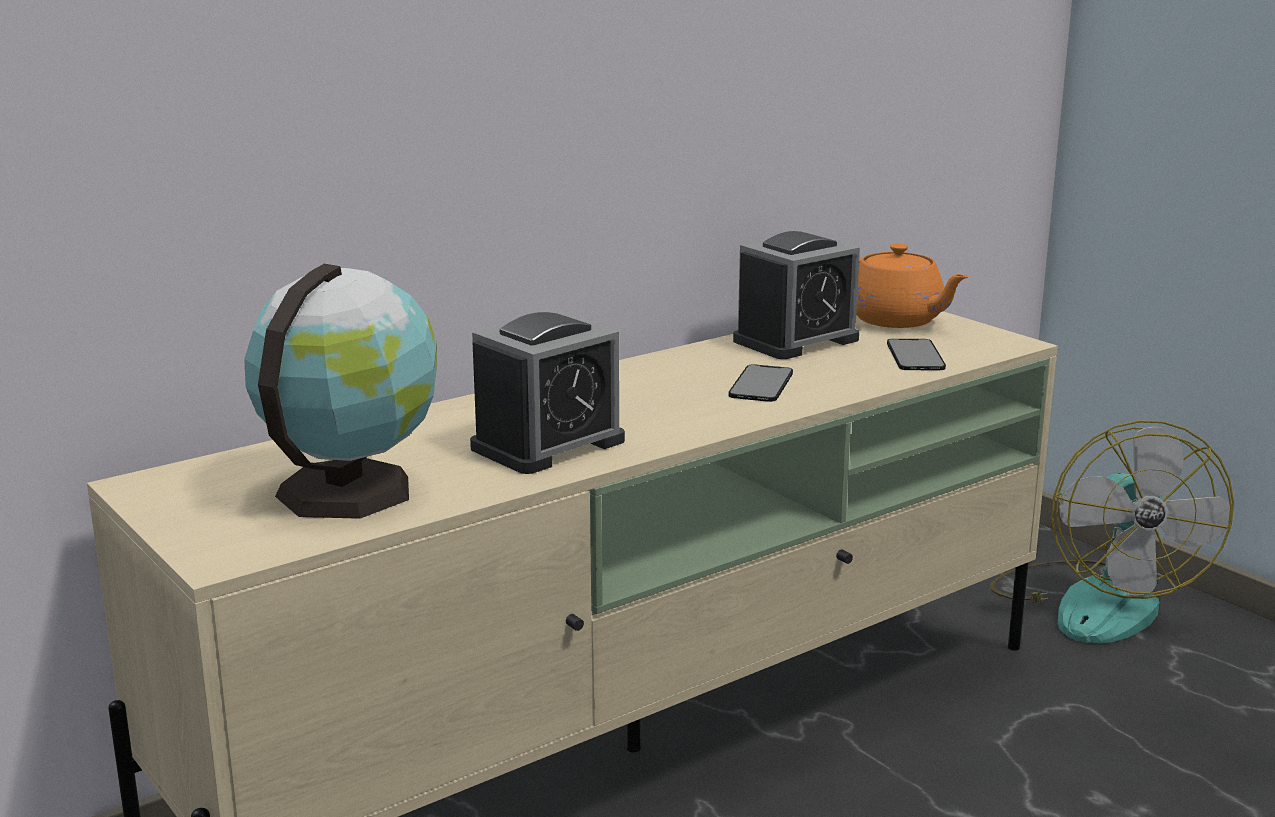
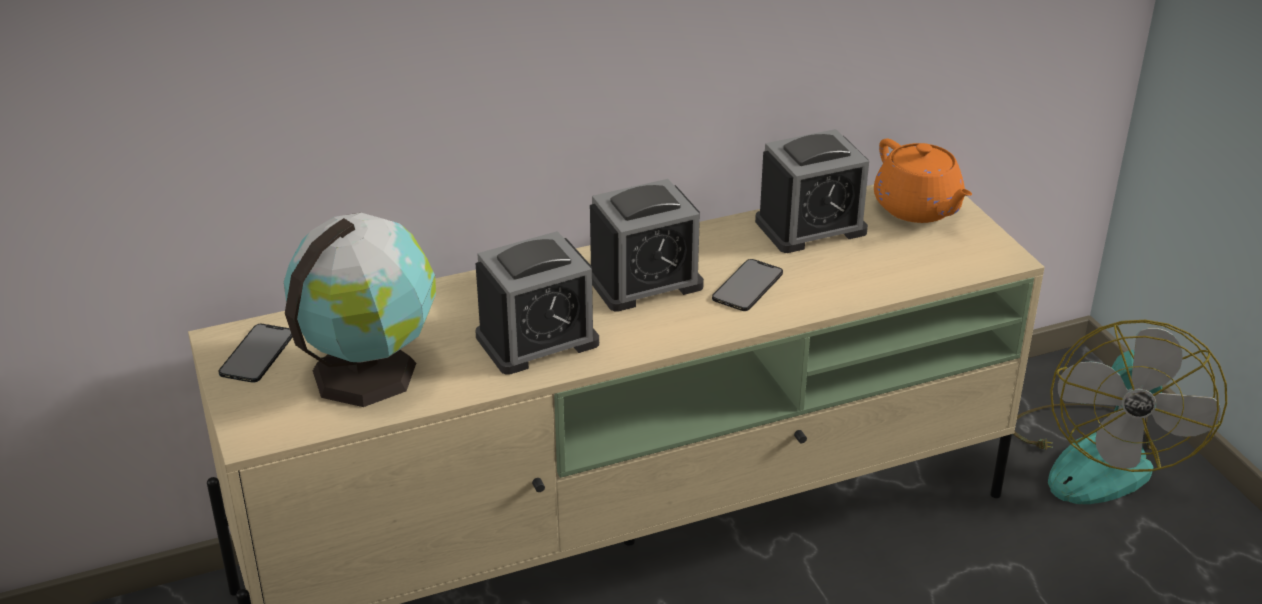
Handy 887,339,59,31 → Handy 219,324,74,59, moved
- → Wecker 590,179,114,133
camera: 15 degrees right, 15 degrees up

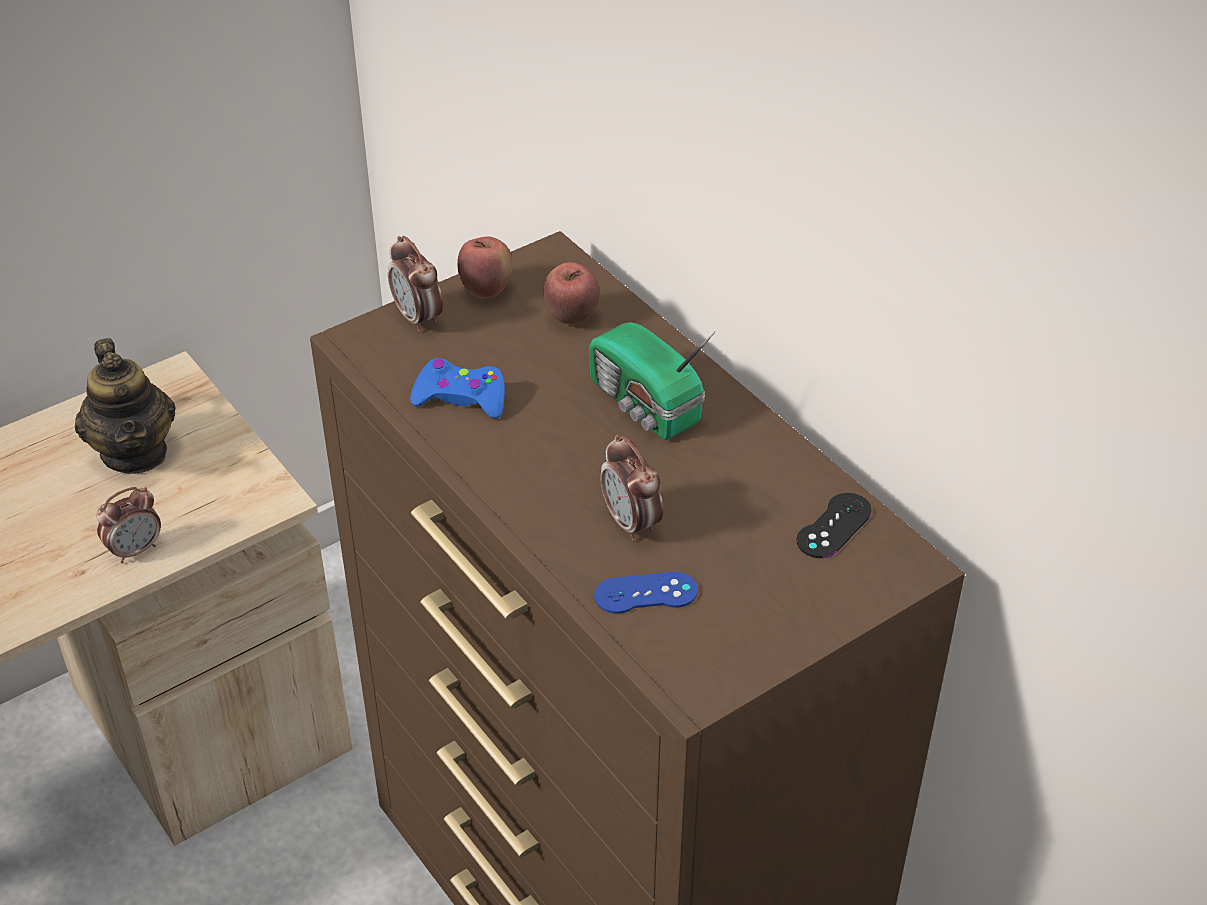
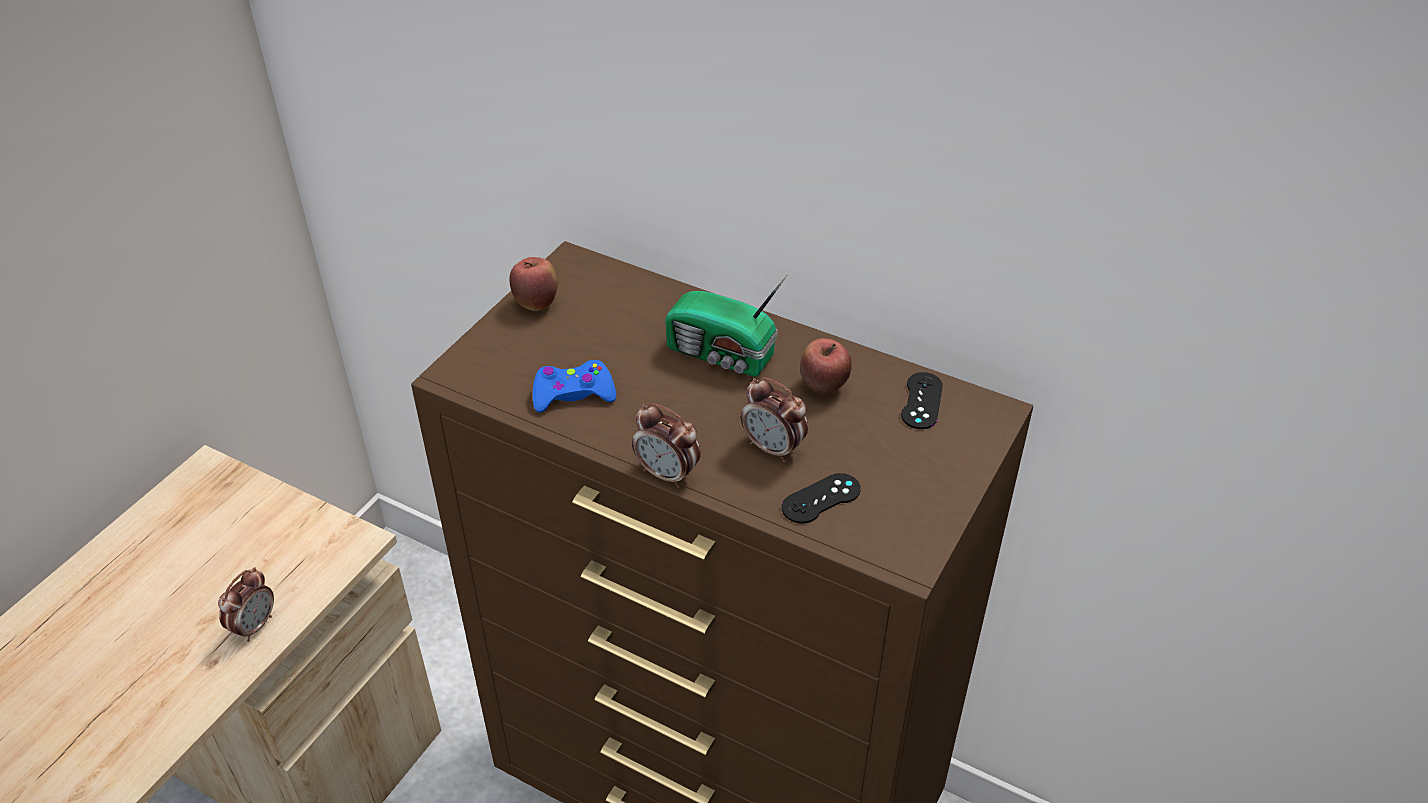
Teekanne 75,338,101,136 → -
Wecker 388,236,55,96 → Wecker 632,403,69,85, moved
Apfel 543,262,56,62 → Apfel 800,338,52,56, moved
Gamepad/blau 594,572,104,42 → Gamepad/schwarz 782,473,79,51
camera: 25 degrees left, 0 degrees up

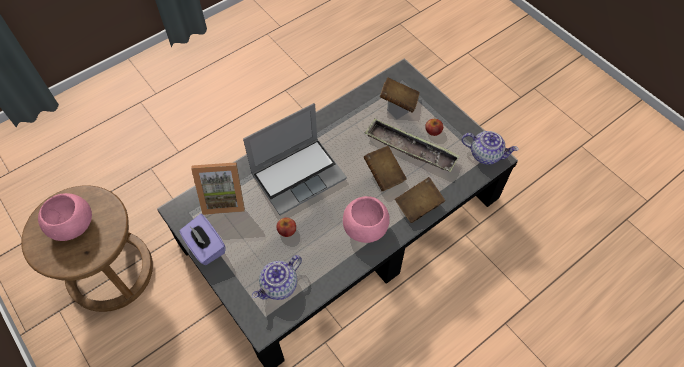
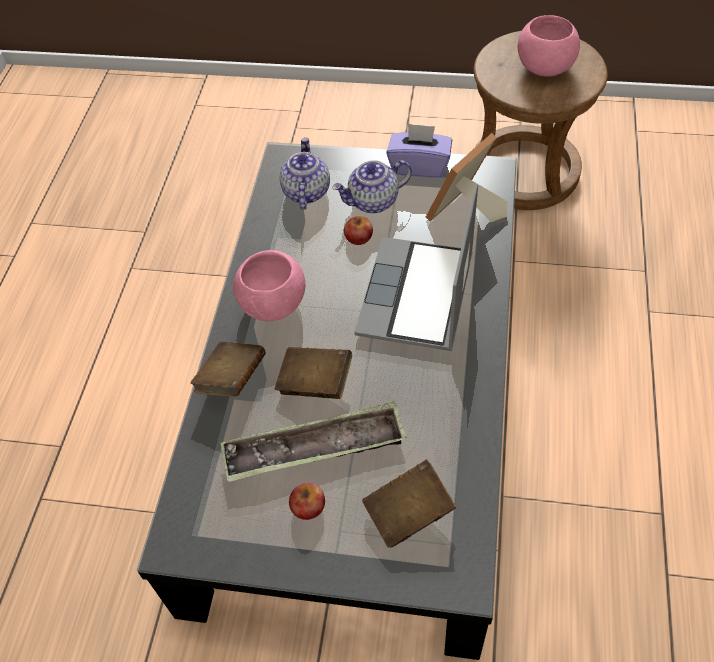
Teekanne 461,131,58,34 → Teekanne 332,160,80,53, moved
camera: 140 degrees right, 5 degrees down

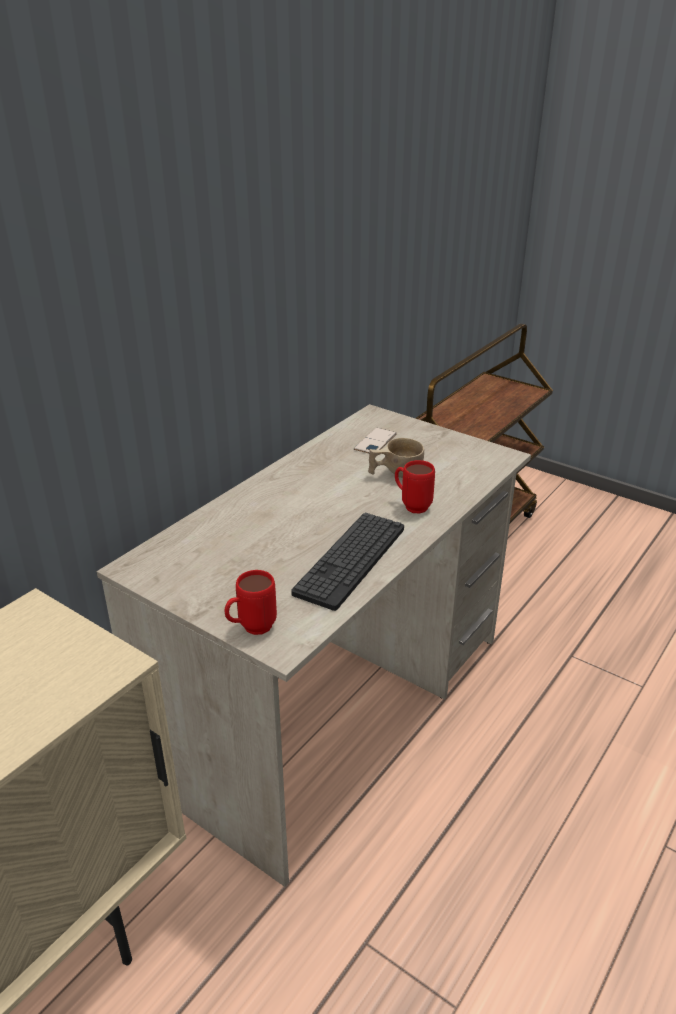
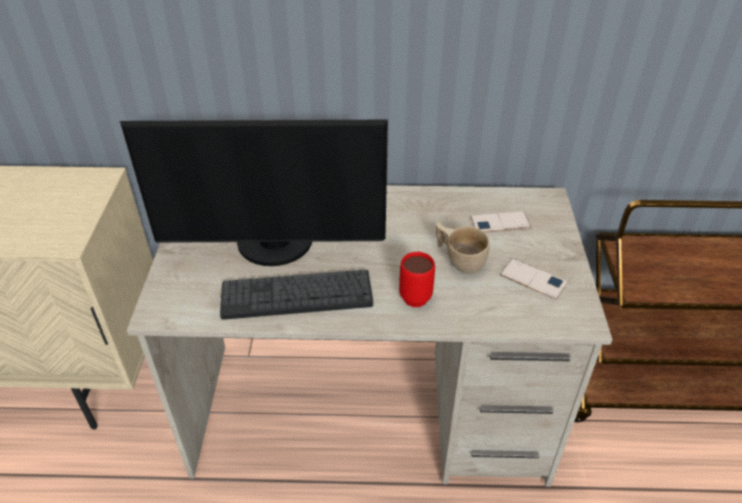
Henkelbecher/rot 224,570,53,65 → -
- → Monitor 120,120,268,146
- → Handy 500,258,68,41
camera: 55 degrees right, 10 degrees up

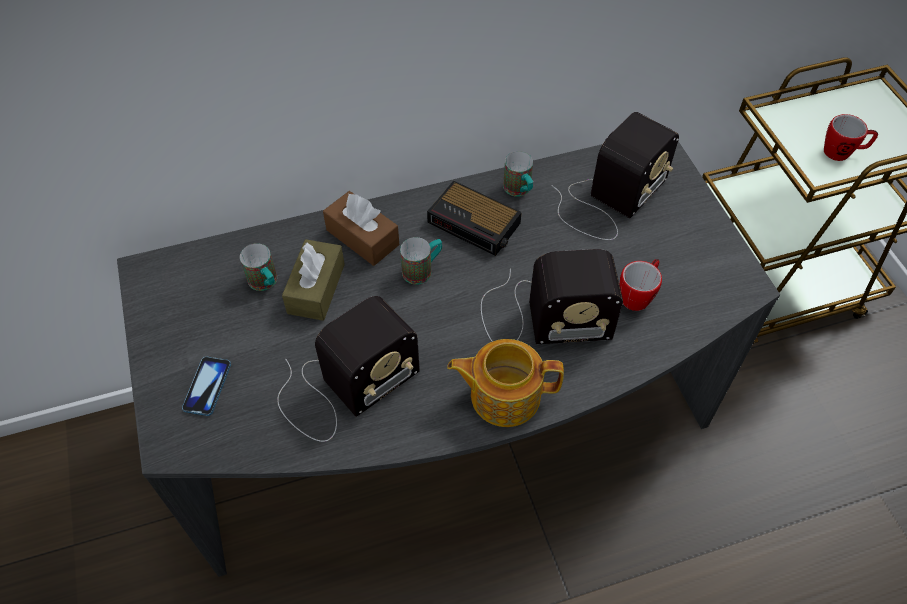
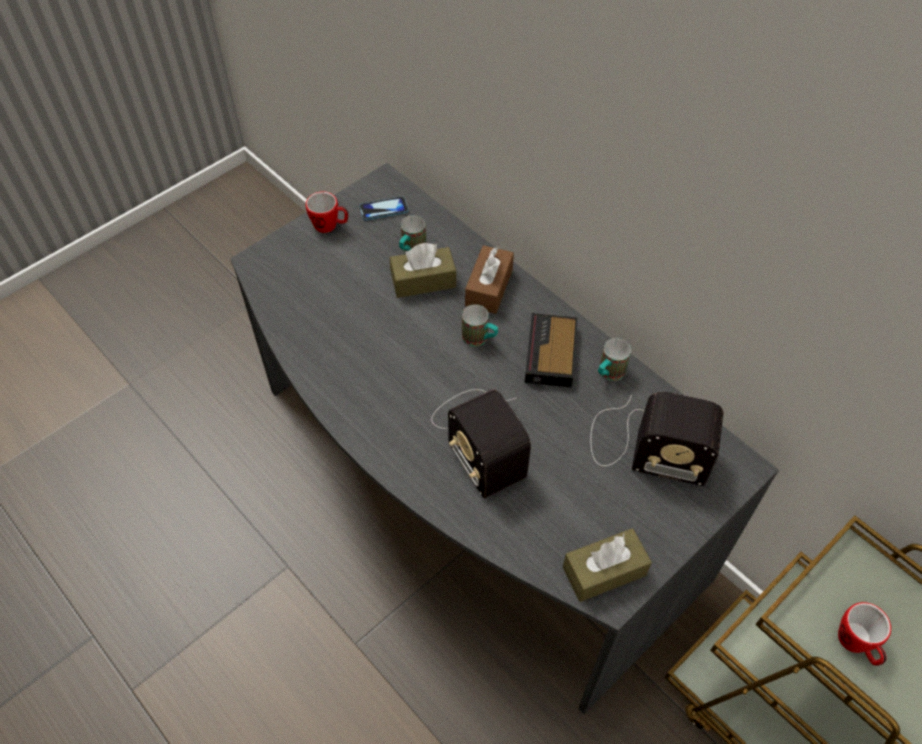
Handy 182,356,49,60 → Handy 359,196,49,25, moved
Radio 277,296,143,146 → -
Teekanne 447,339,117,88 → -
Henkelbecher 620,259,42,52 → Henkelbecher 306,192,42,41, moved
- → Taschentuchbox/braun 563,528,89,74
camera: 65 degrees right, 0 degrees up

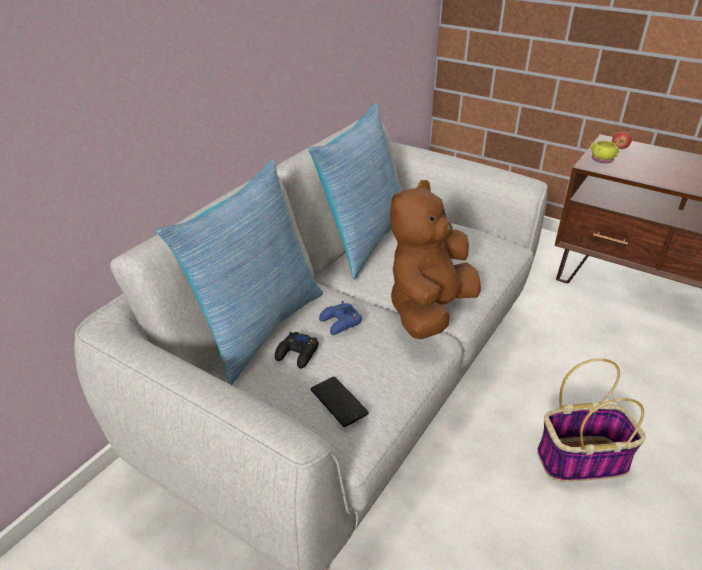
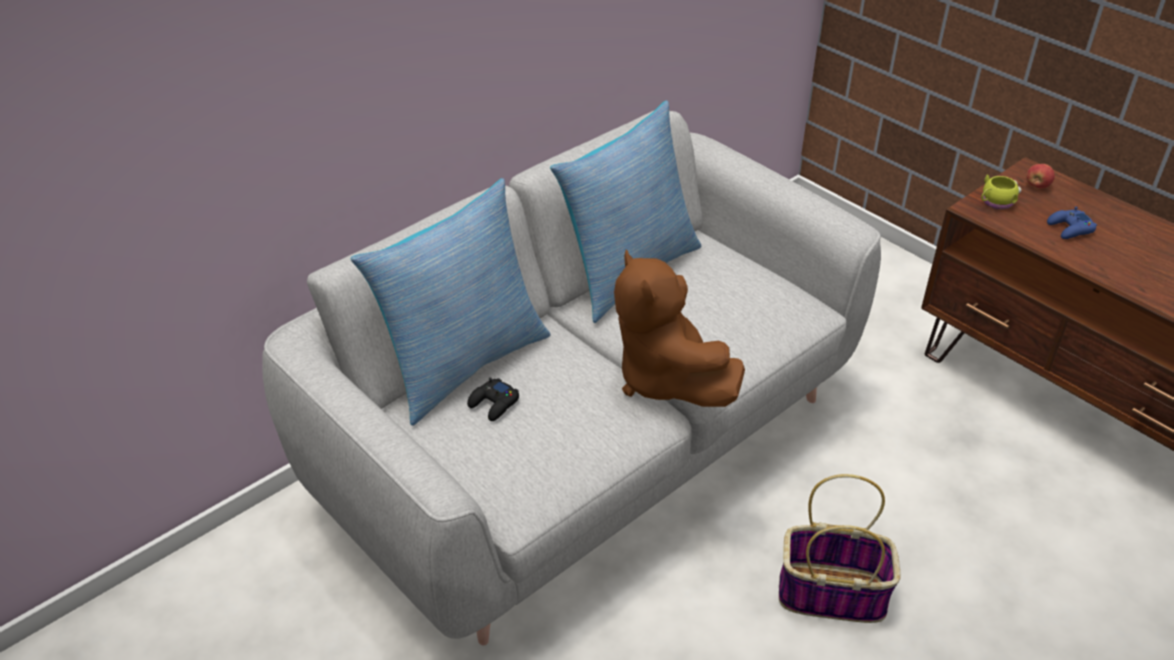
Handy 311,377,58,50 → -
Gamepad/blau 319,301,43,34 → Gamepad/blau 1047,207,50,32, moved
Plüschtier/braun 390,180,91,159 → Plüschtier/braun 614,249,131,158, 75 degrees counterclockwise
camera: 15 degrees right, 5 degrees up

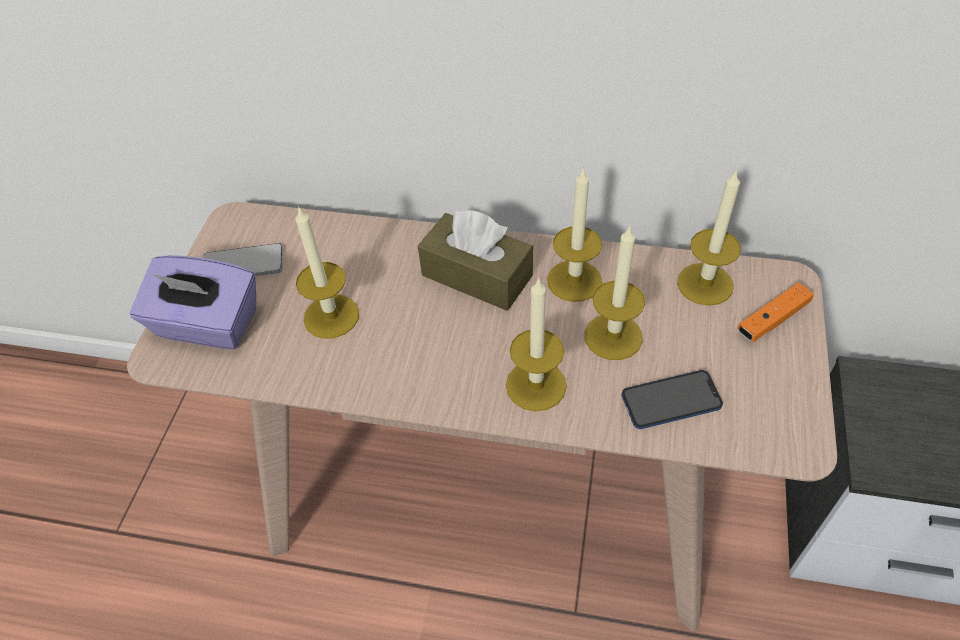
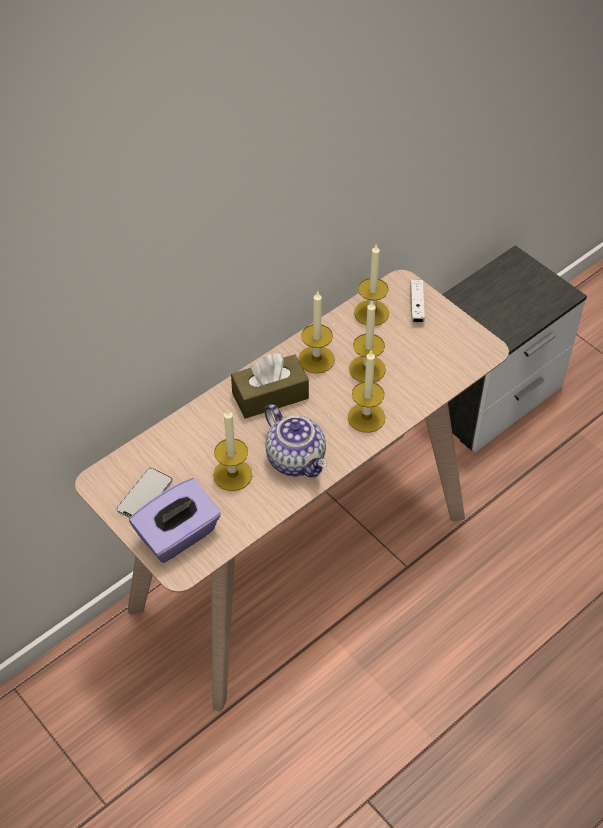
Handy 622,370,101,59 → -
Gamepad/orange 737,283,77,59 → Gamepad/weiß 411,280,14,43
- → Teekanne 265,404,63,73
camera: 55 degrees left, 0 degrees up

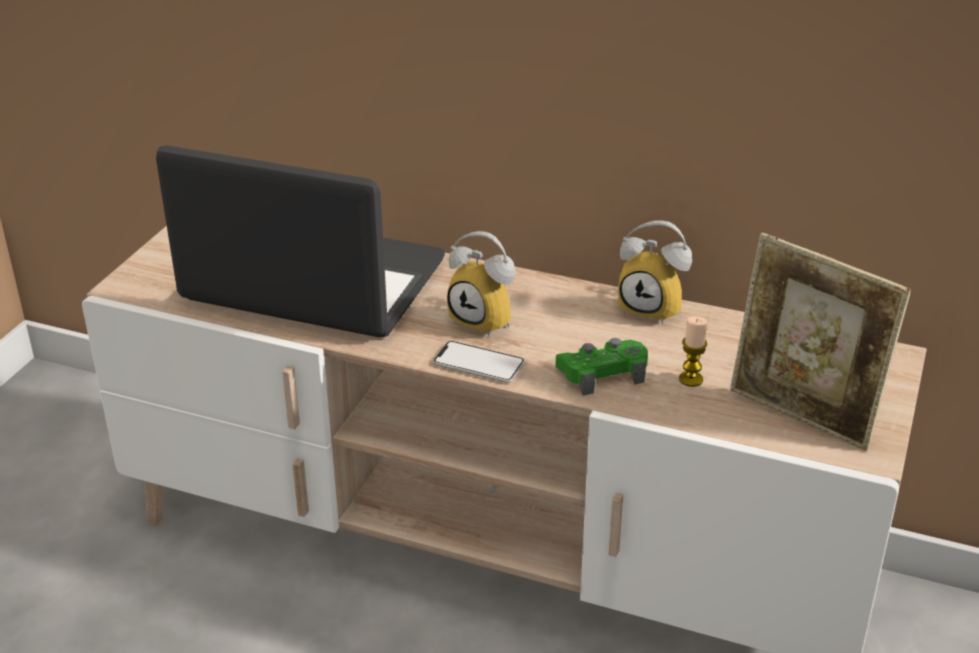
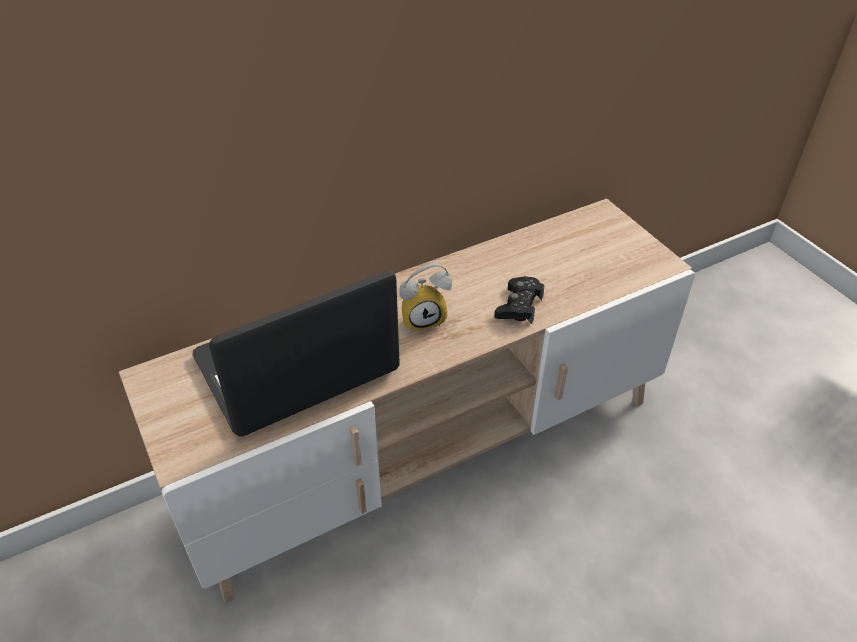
Handy 433,341,92,42 → -
Gamepad/grün 555,338,93,58 → Gamepad/schwarz 494,276,50,48
Wecker 618,221,74,104 → -
Kerze 679,316,28,71 → -
Bilderrahmen 730,233,181,218 → -
camera: 50 degrees left, 10 degrees up

